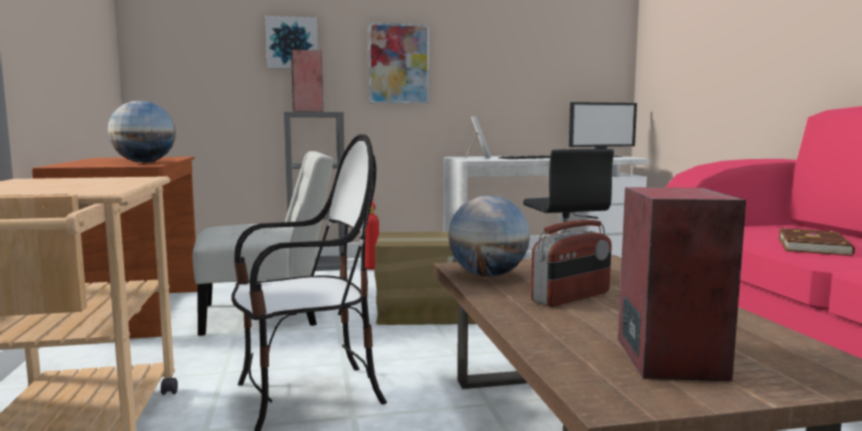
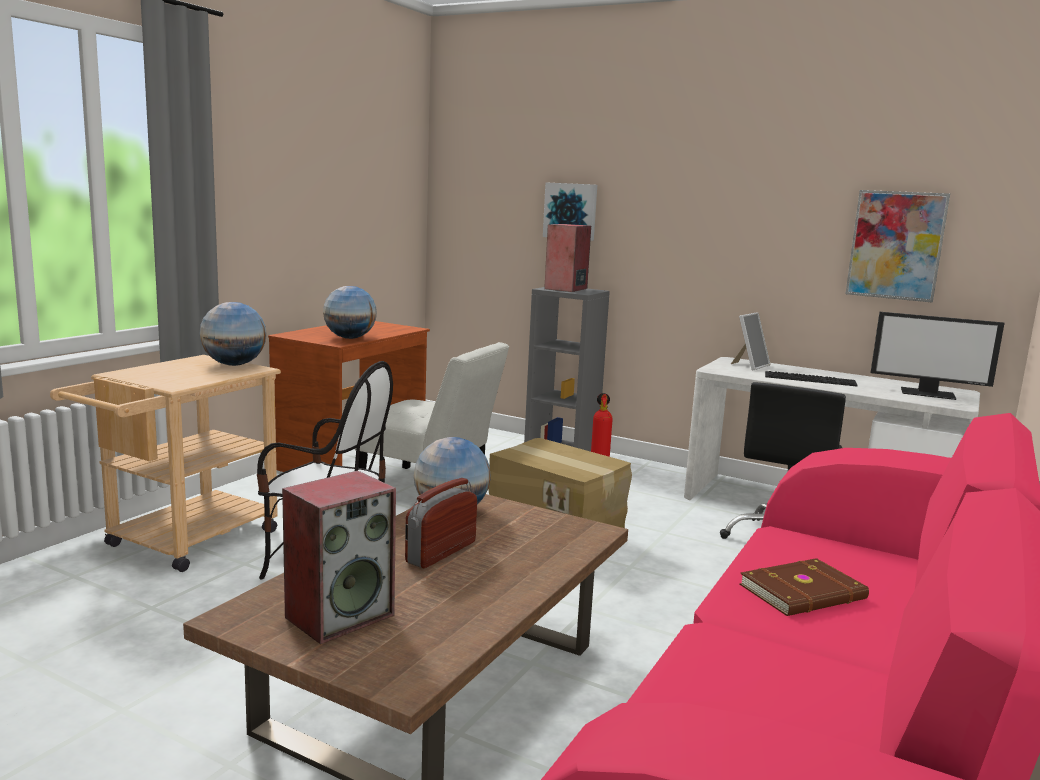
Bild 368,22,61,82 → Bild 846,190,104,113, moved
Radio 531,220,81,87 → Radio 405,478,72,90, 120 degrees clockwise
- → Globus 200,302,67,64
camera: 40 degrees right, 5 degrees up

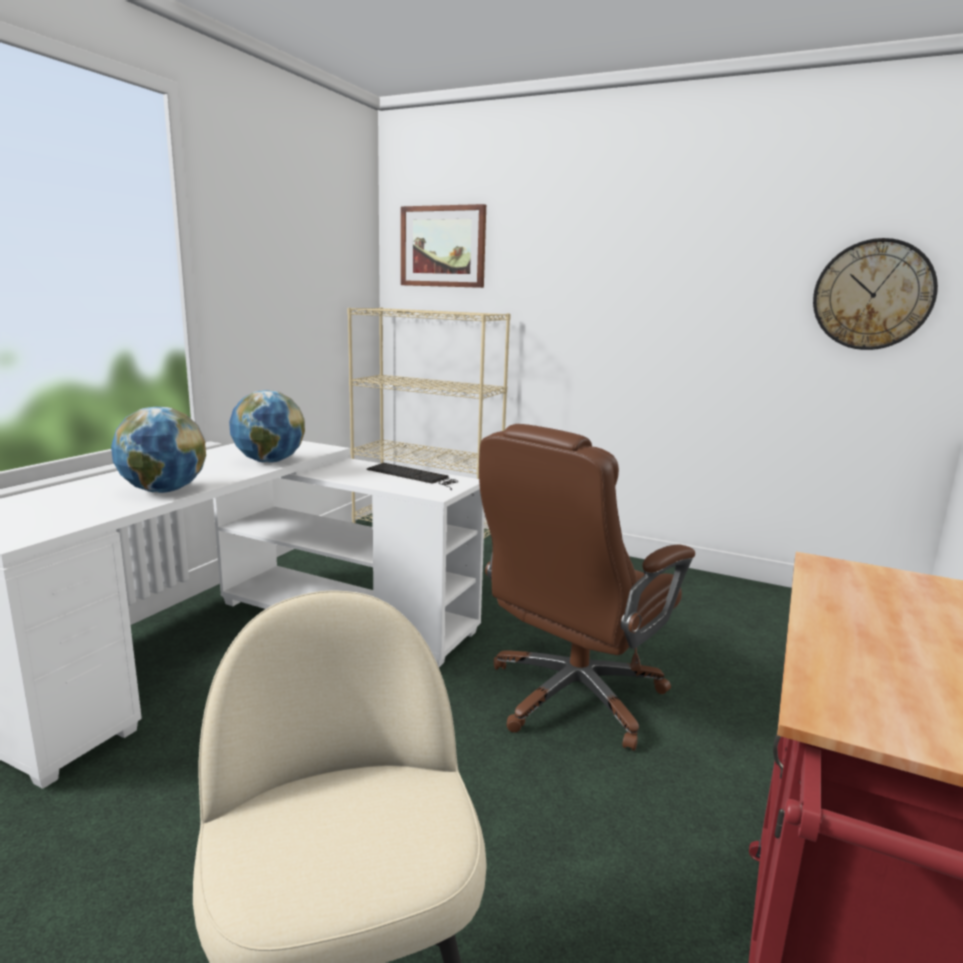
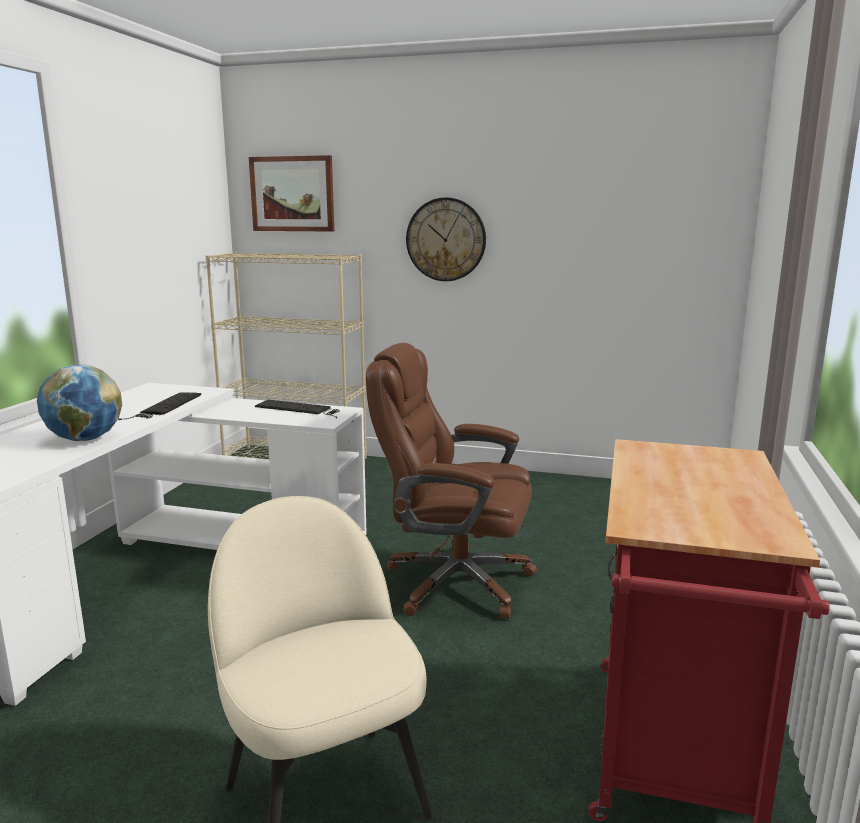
Globus 229,390,76,73 → Tastatur 118,392,83,28
Bürostuhl/braun 479,424,216,327 → Bürostuhl/braun 366,343,171,276, 75 degrees clockwise
Wanduhr 813,238,125,112 → Wanduhr 406,197,80,84, moved
camera: 10 degrees left, 0 degrees up

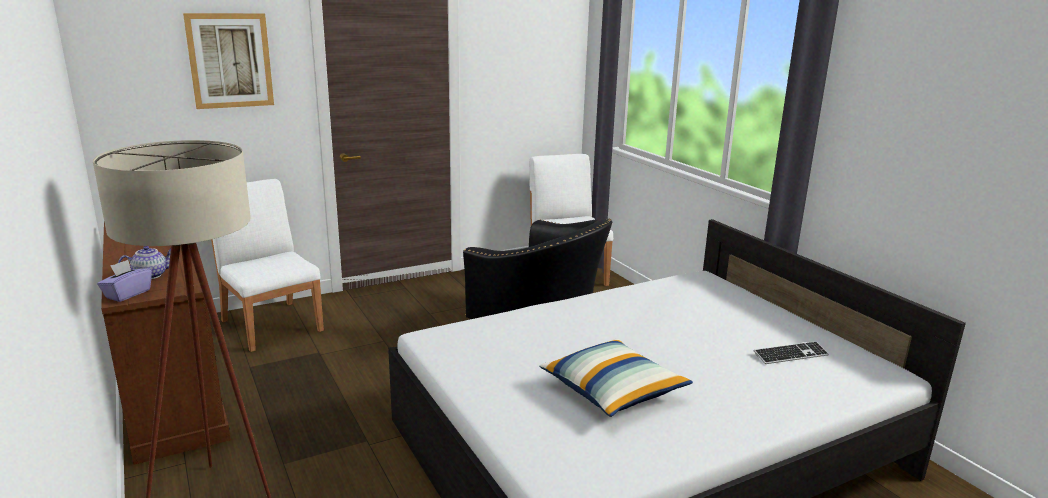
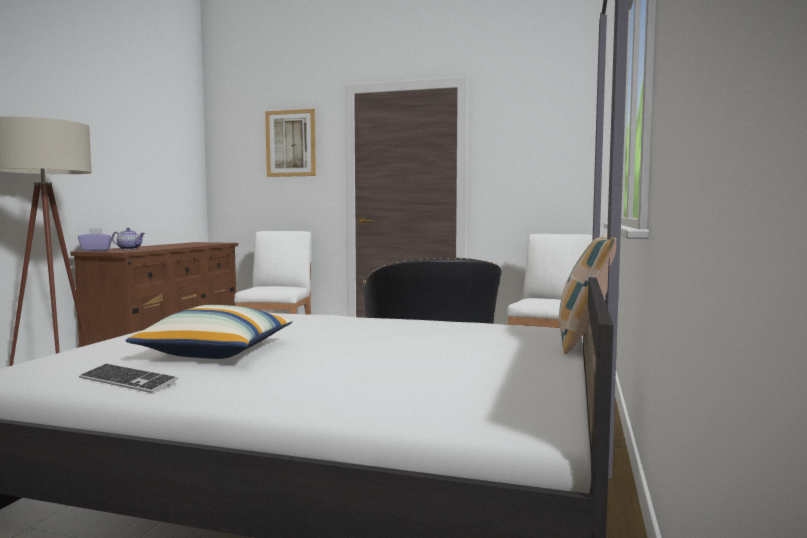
Tastatur 753,341,76,23 → Tastatur 79,364,99,29, moved
- → Kissen 559,233,57,121
camera: 45 degrees right, 15 degrees down

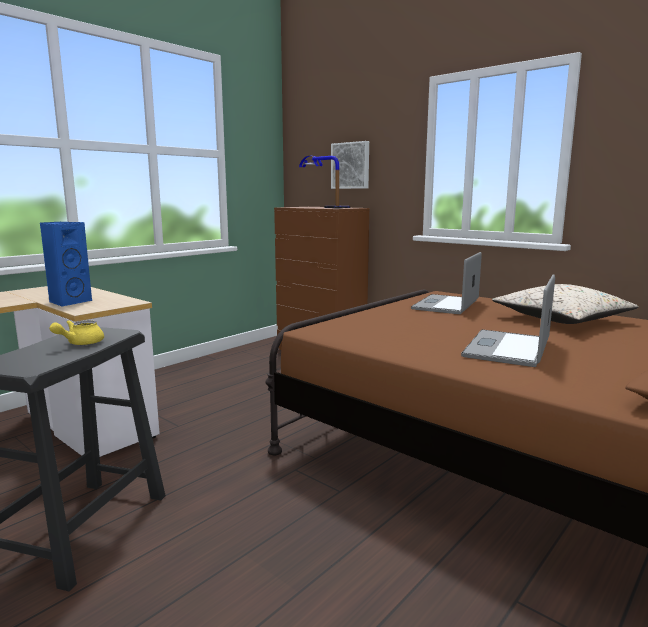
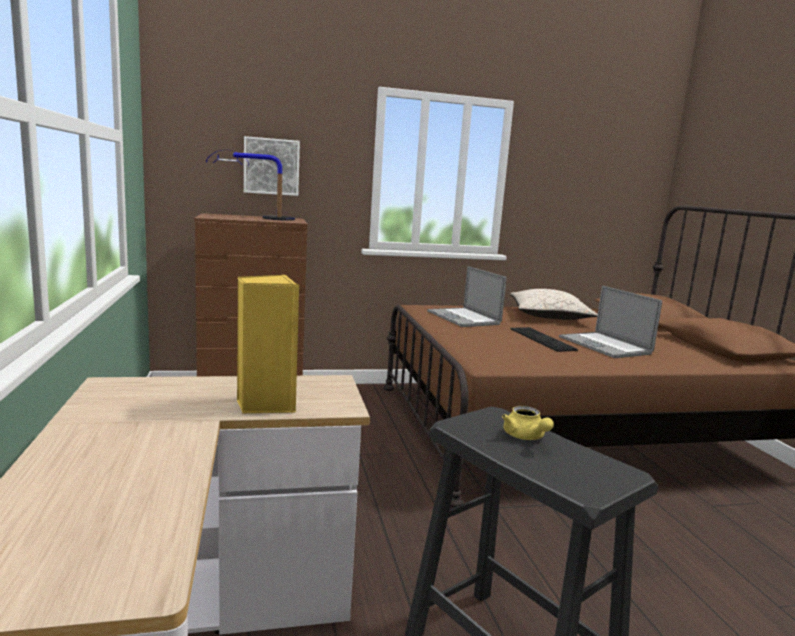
Lautsprecher/blau 40,222,52,85 → Lautsprecher/gelb 237,275,62,138
- → Tastatur 510,327,68,25
camera: 55 degrees left, 0 degrees up

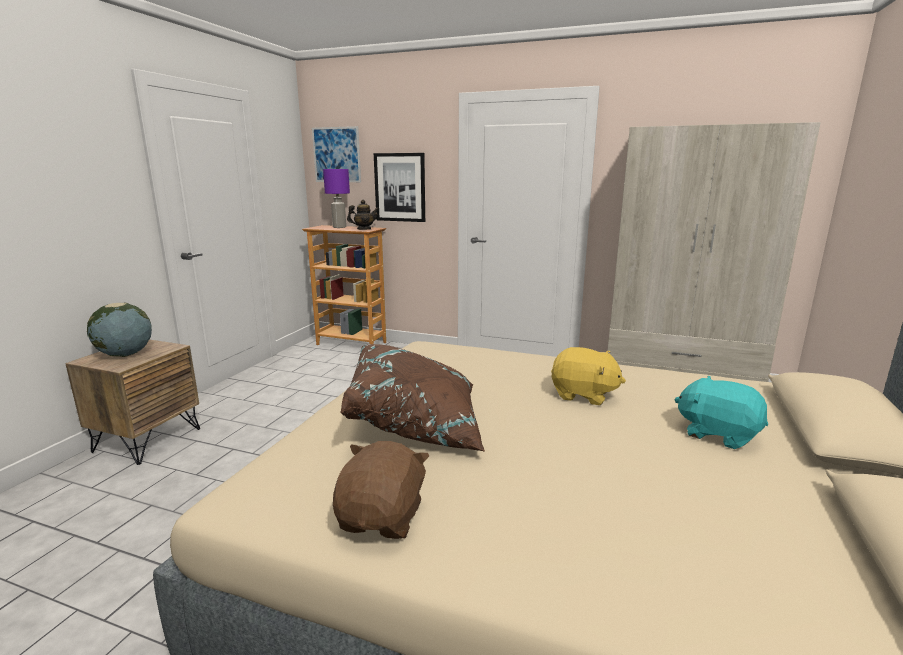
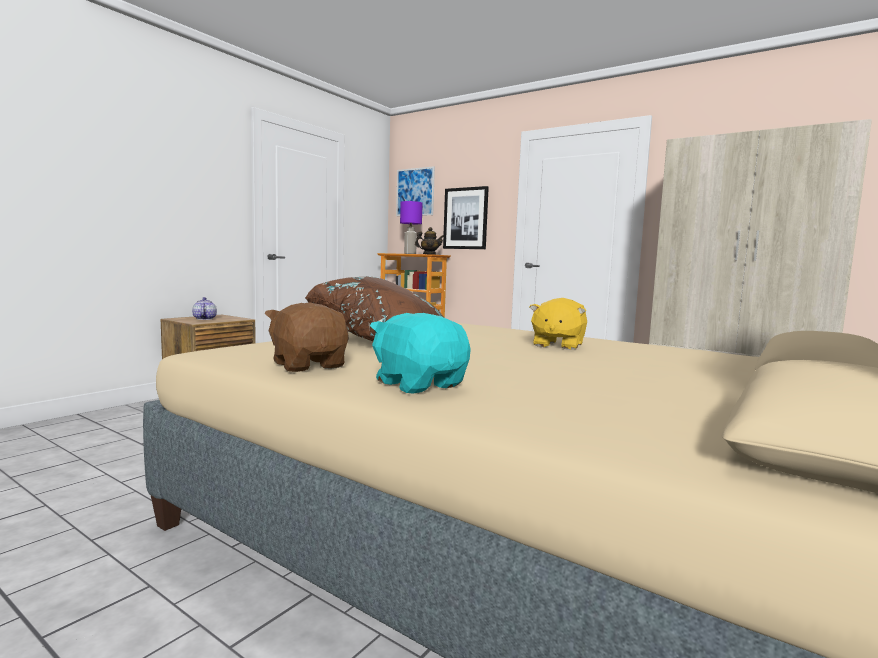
Globus 87,303,65,54 → Teekanne 192,297,25,23
Plüschtier/braun 333,441,96,98 → Plüschtier/braun 265,303,84,69, 60 degrees counterclockwise
Plüschtier/gelb 551,347,75,58 → Plüschtier/gelb 529,298,58,52, 75 degrees clockwise
Plüschtier/türkis 674,376,94,73 → Plüschtier/türkis 370,313,101,81, moved
camera: 15 degrees right, 10 degrees down

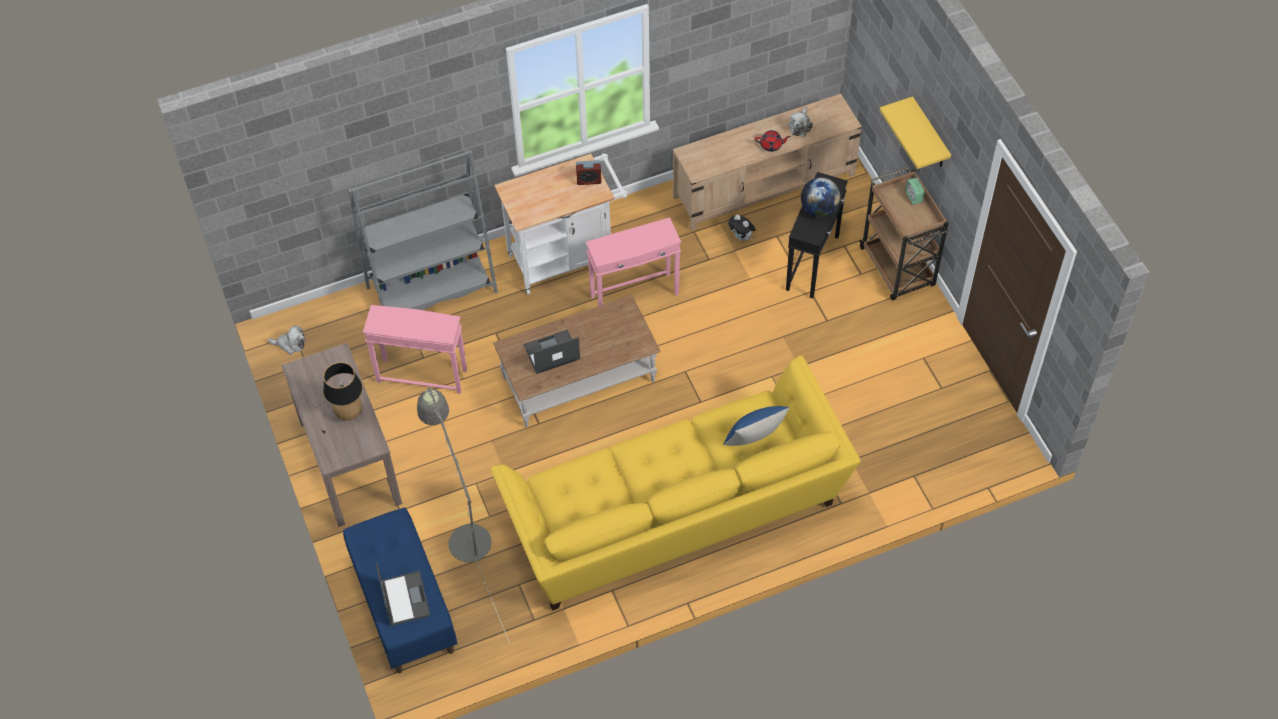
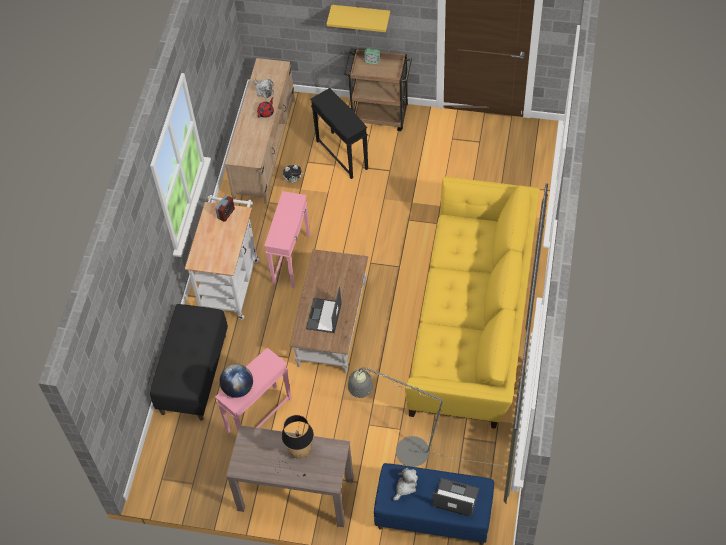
Plüschtier 268,325,37,30 → Plüschtier 393,468,25,33, moved
Bücherregal/grau 348,150,150,160 → Bank/schwarz 150,304,78,117
Kissen/blau 723,406,66,40 → -
Globus 801,178,39,39 → Globus 220,364,33,34, moved
camera: 55 degrees left, 0 degrees up

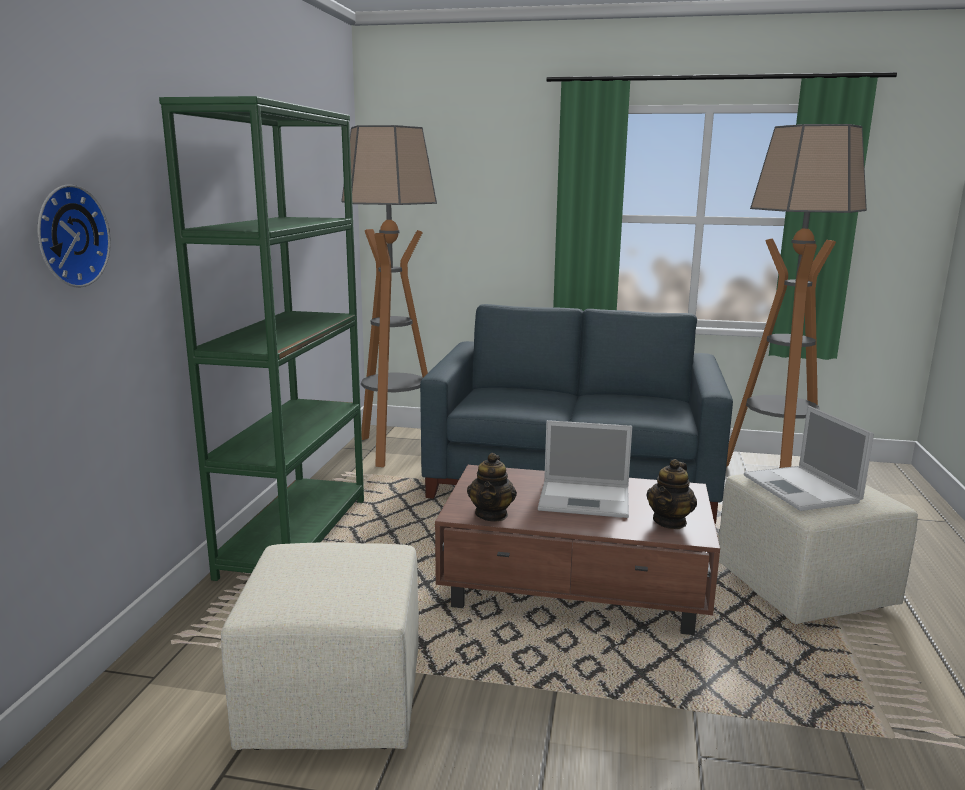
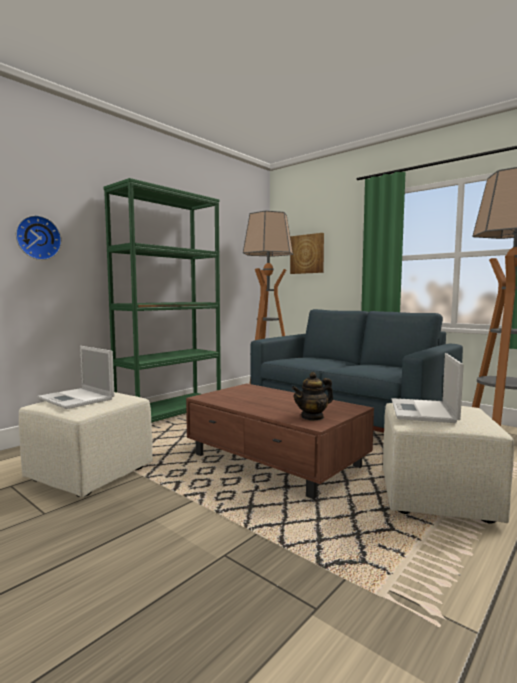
Teekanne 467,453,50,69 → -
Laptop 538,420,94,98 → Laptop 37,346,77,63, moved
- → Bild 290,233,34,41
camera: 30 degrees right, 10 degrees down

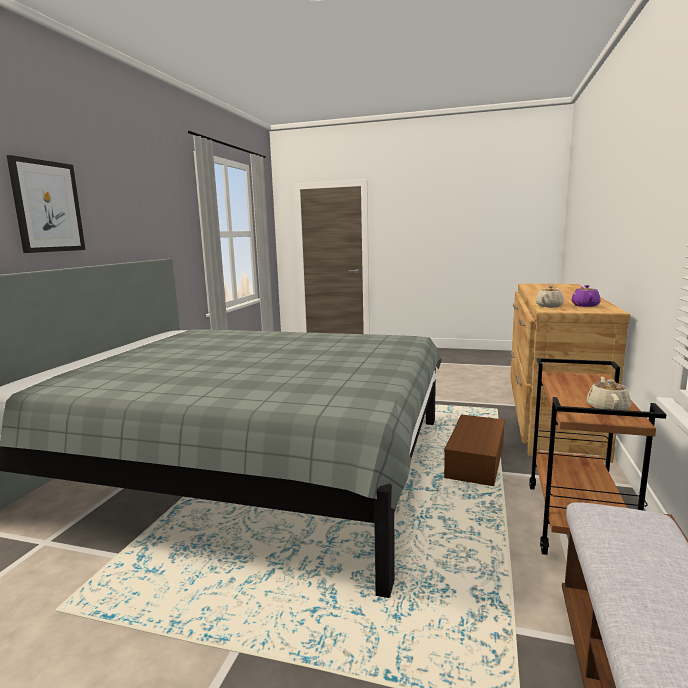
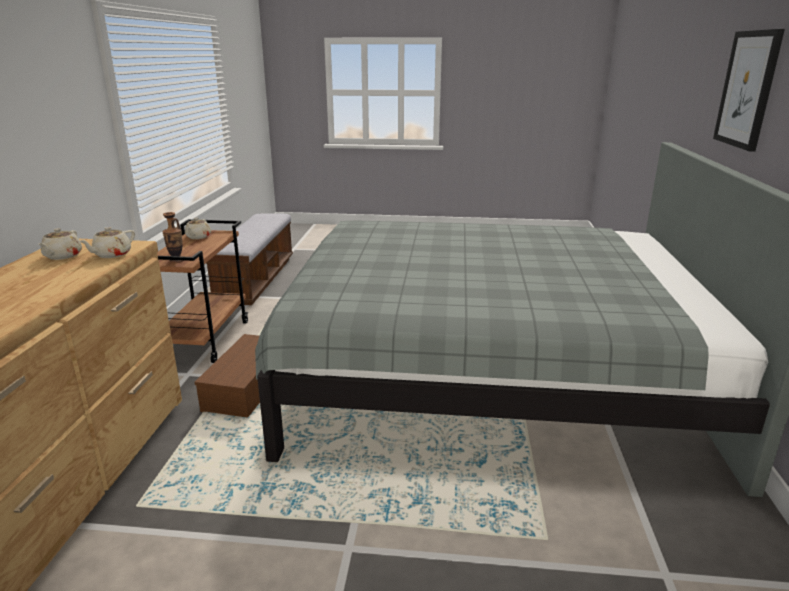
Teekanne/lila 571,285,30,22 → Teekanne/beige 39,228,43,32
- → Vase 162,212,22,51
camera: 170 degrees right, 10 degrees up

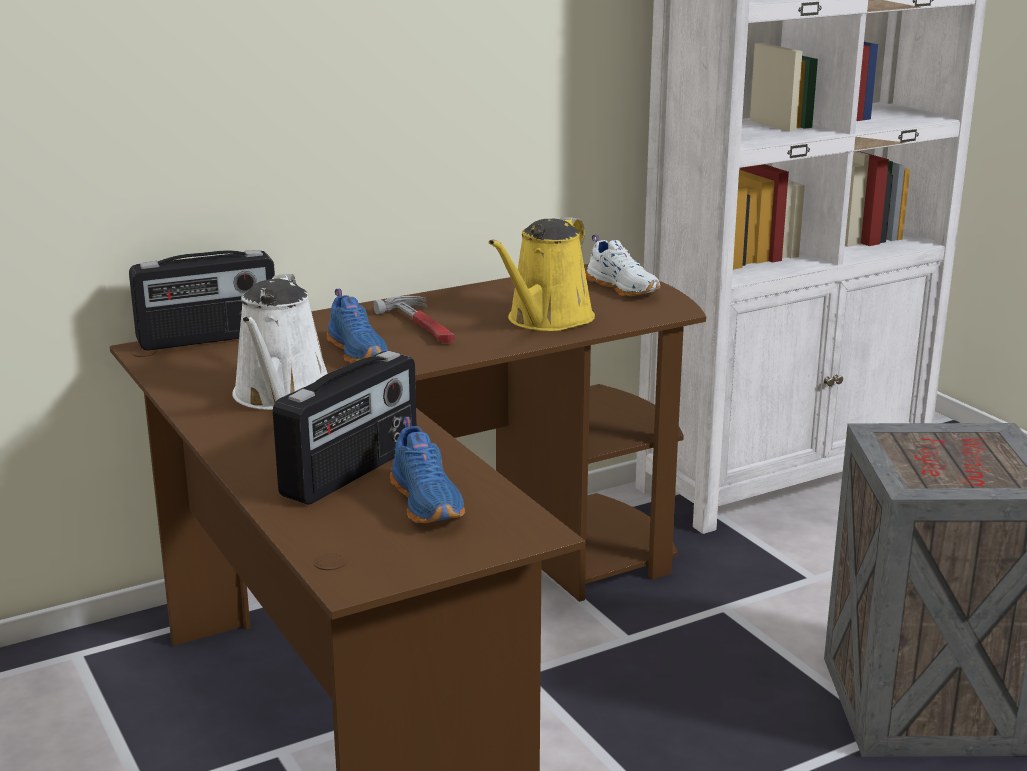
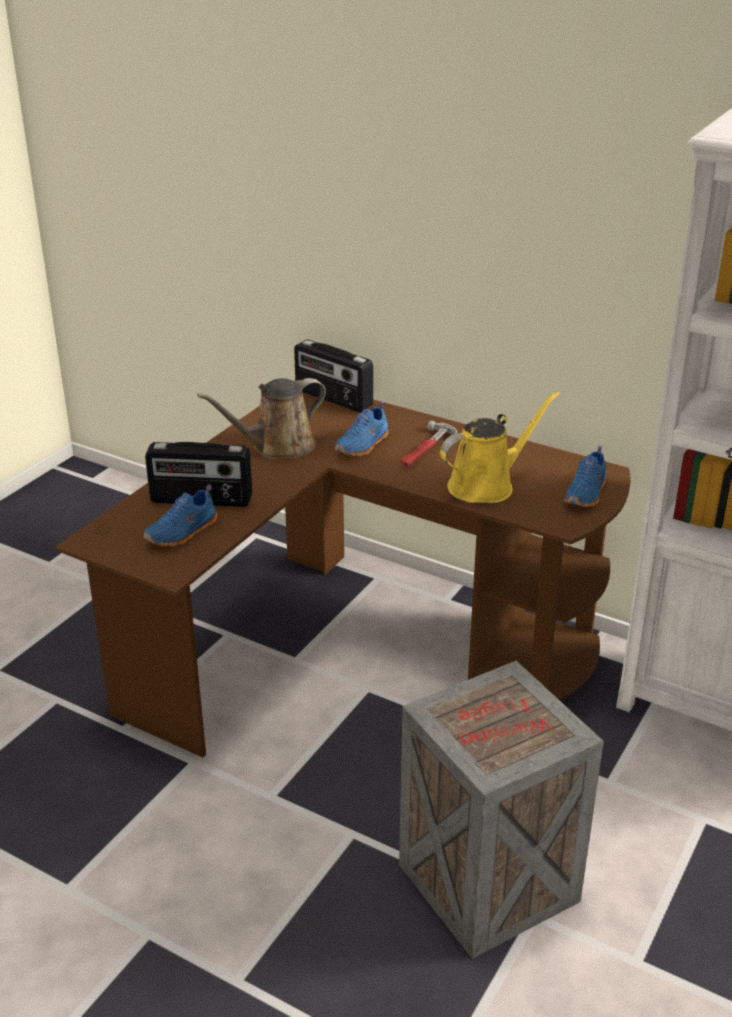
Gießkanne/weiß 232,274,96,136 → Gießkanne/braun 197,378,129,81
Gießkanne/gelb 489,217,106,114 → Gießkanne/gelb 440,391,120,112, 150 degrees clockwise
Schuh/weiß 585,235,75,62 → Schuh/blau 564,446,42,61
camera: 60 degrees right, 10 degrees up

